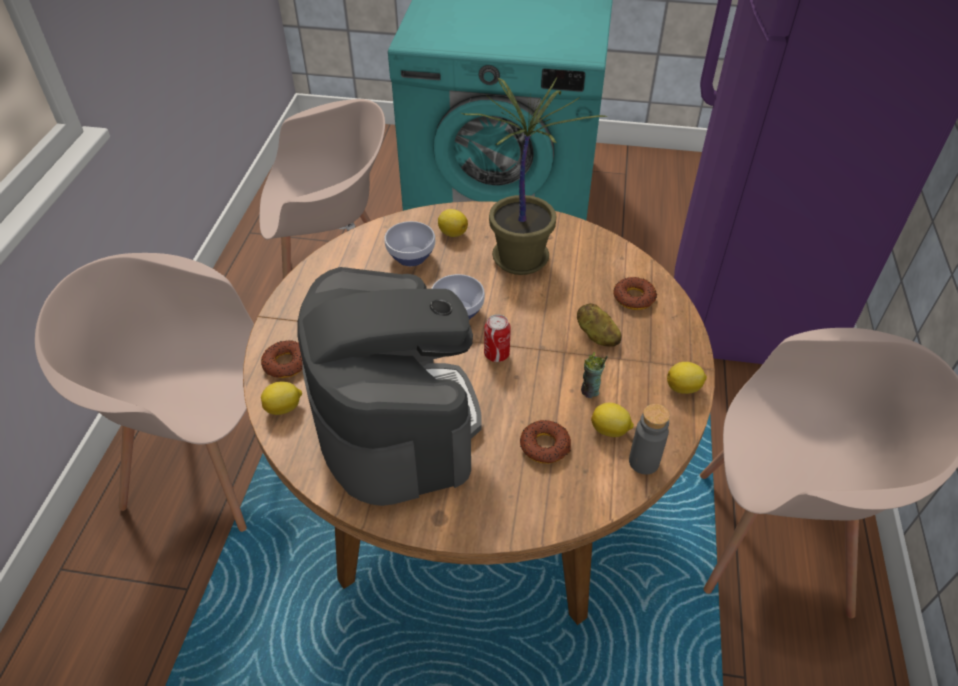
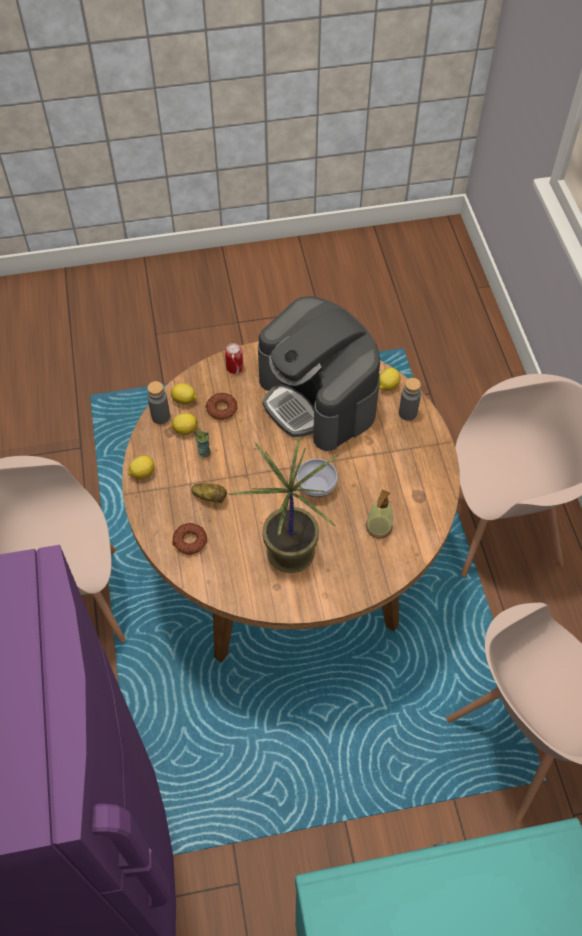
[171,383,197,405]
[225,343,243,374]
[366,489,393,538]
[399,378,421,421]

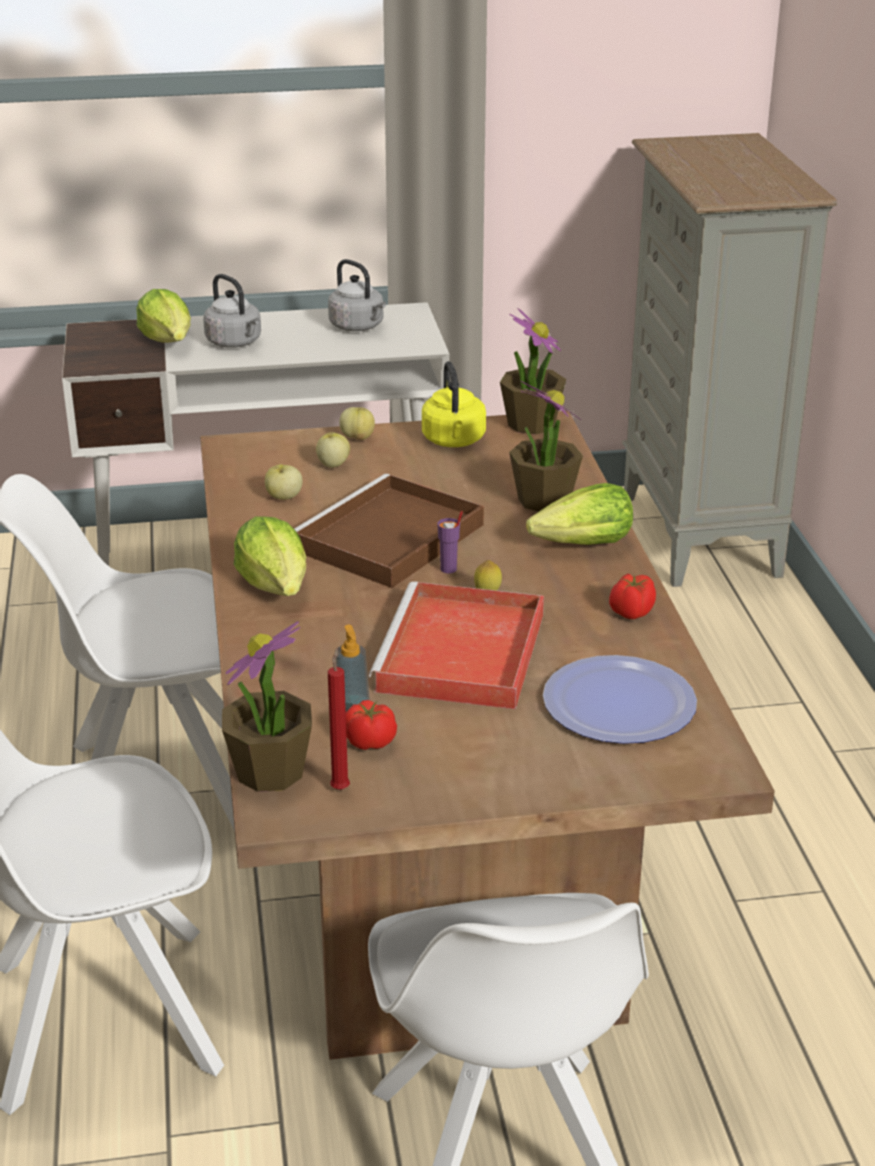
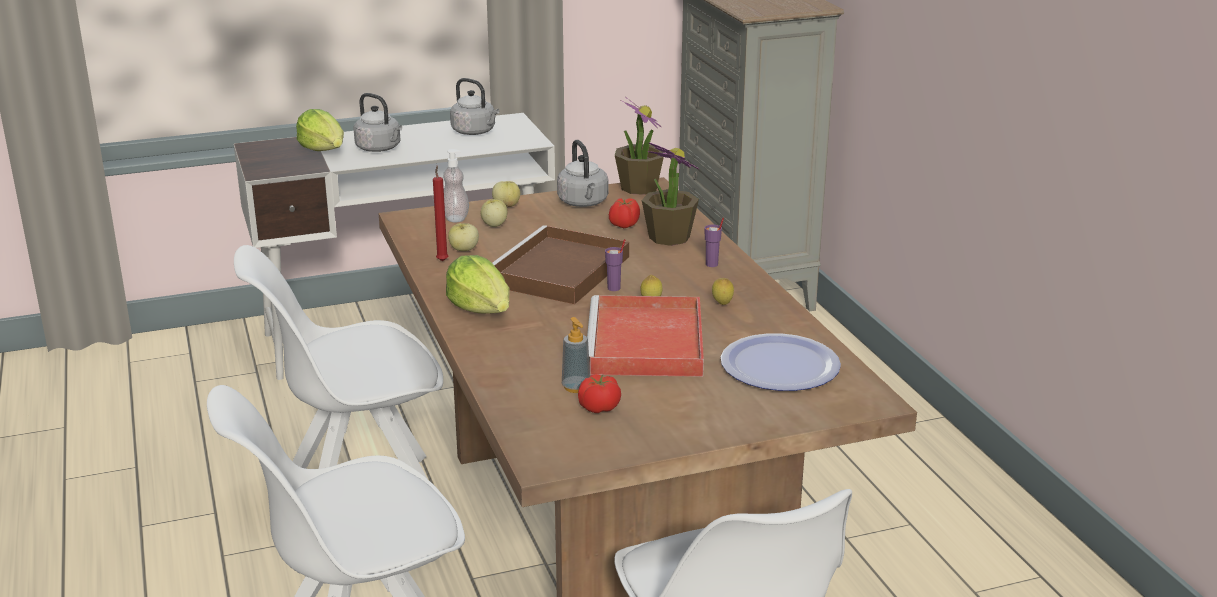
[433,166,449,261]
[443,149,469,222]
[557,140,608,207]
[609,198,640,228]
[705,218,724,267]
[712,278,734,305]
[222,621,312,792] (first image)

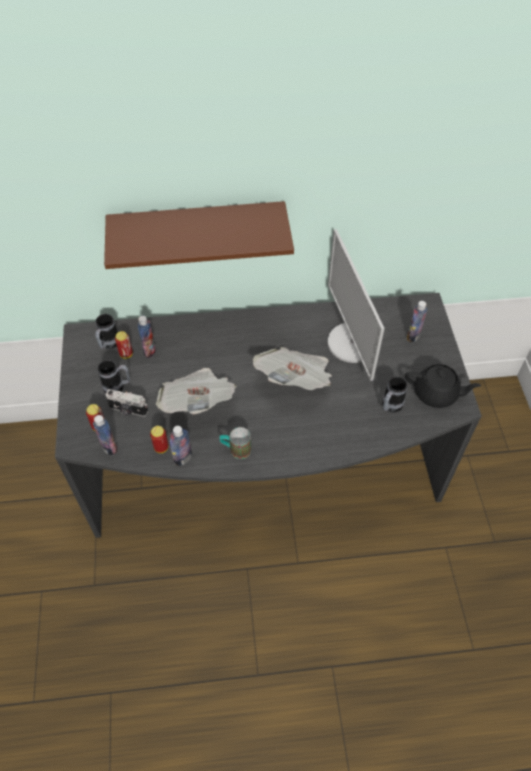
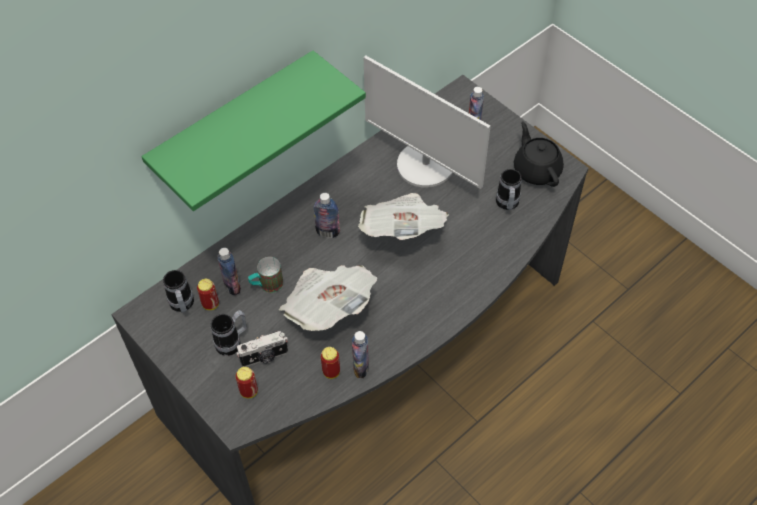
[141,50,366,211]
[248,257,283,293]
[313,193,340,238]
[514,122,564,187]

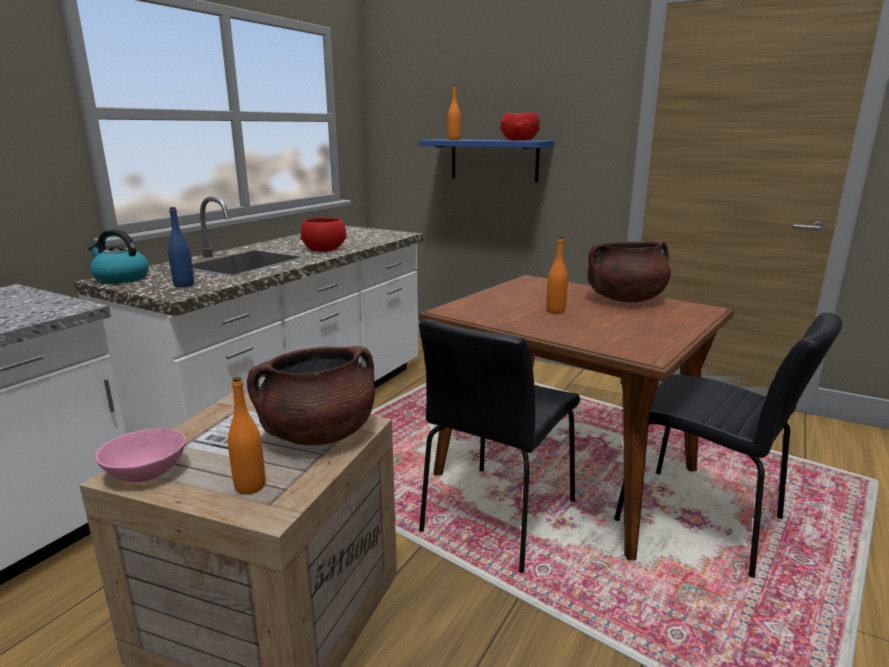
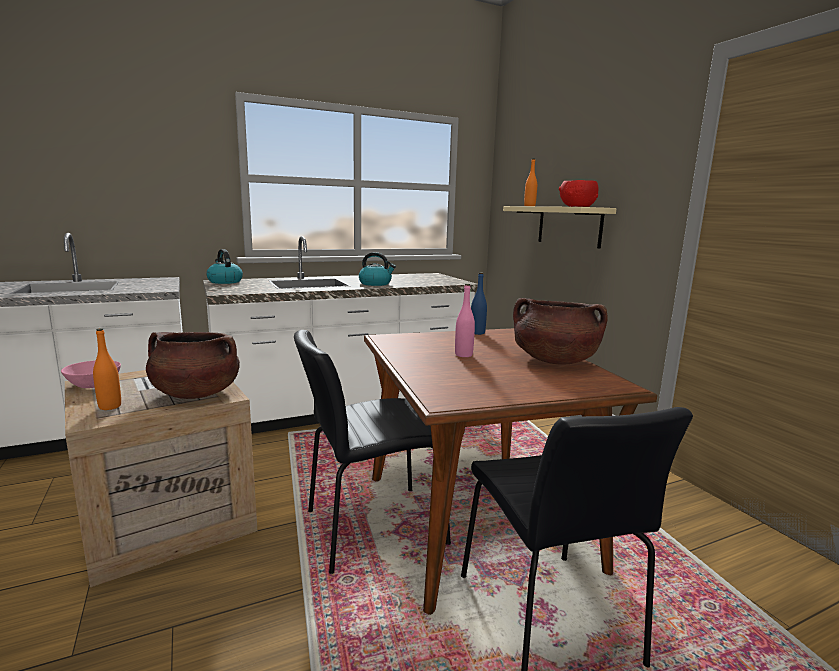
[359,252,396,286]
[455,284,475,357]
[471,272,487,335]
[503,206,617,248]

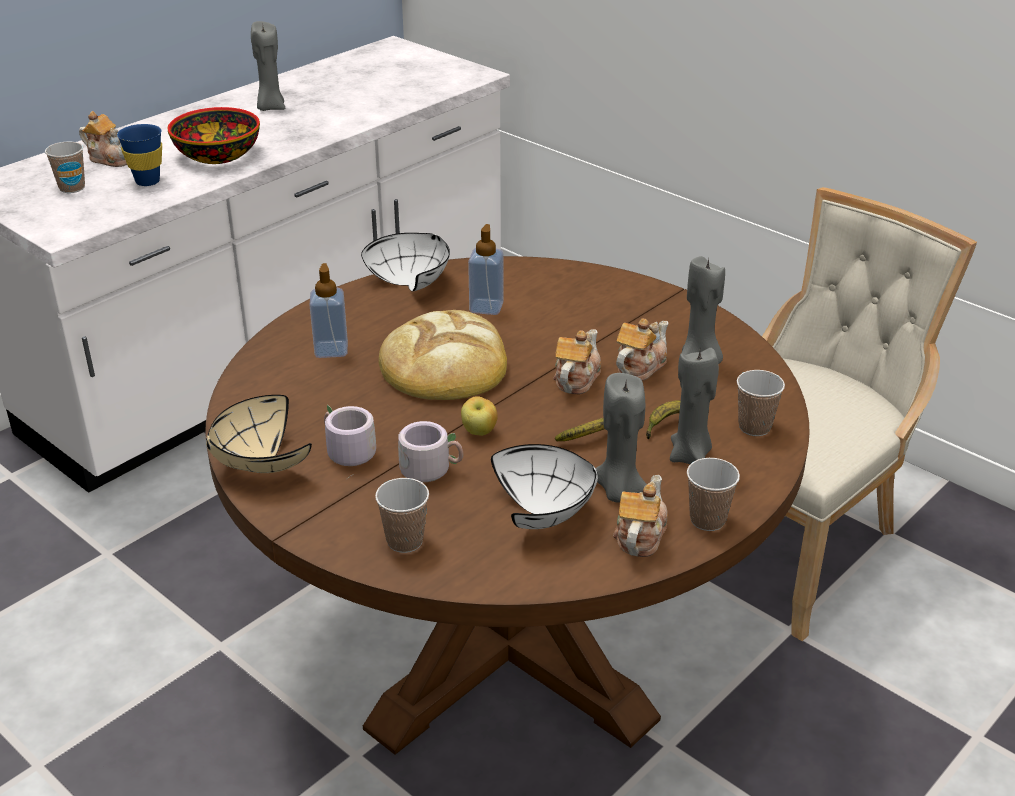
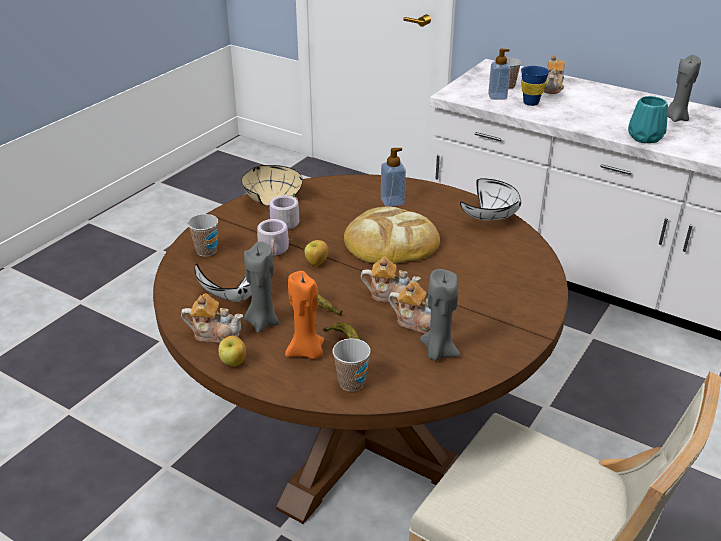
[219,336,246,366]
[285,271,324,359]
[488,49,510,100]
[628,96,668,143]
[167,107,260,164] (first image)

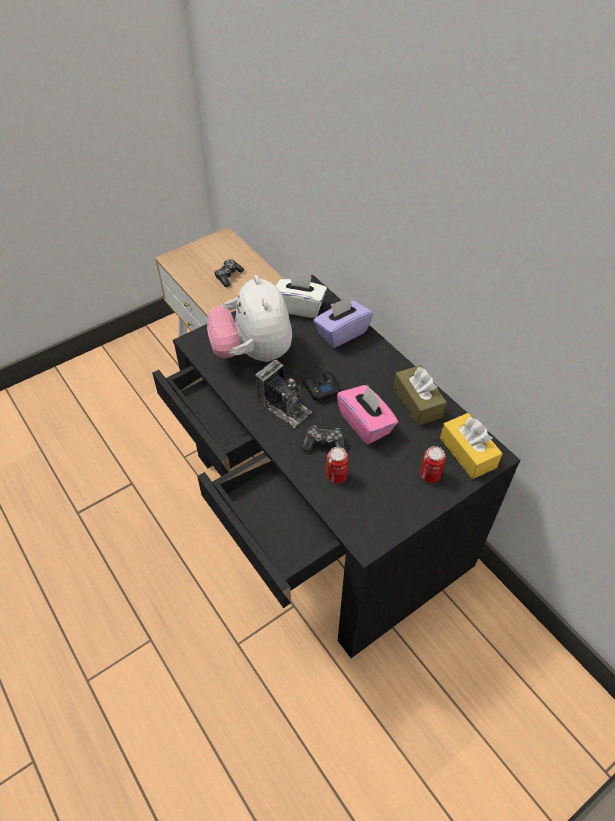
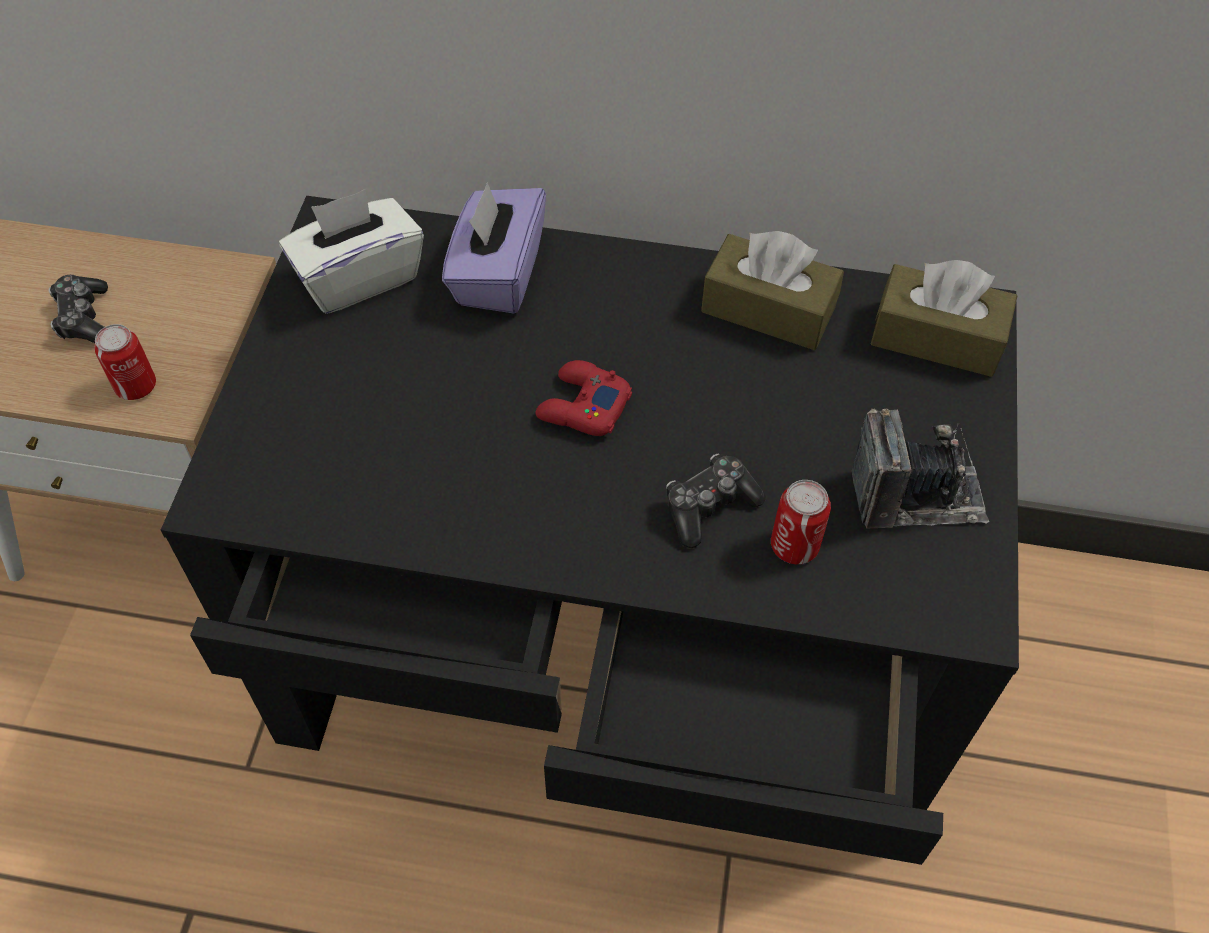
[94,324,156,400]
[535,360,632,436]
[852,408,989,529]
[871,260,1017,377]
[207,275,292,362] (first image)
[337,385,398,445] (first image)

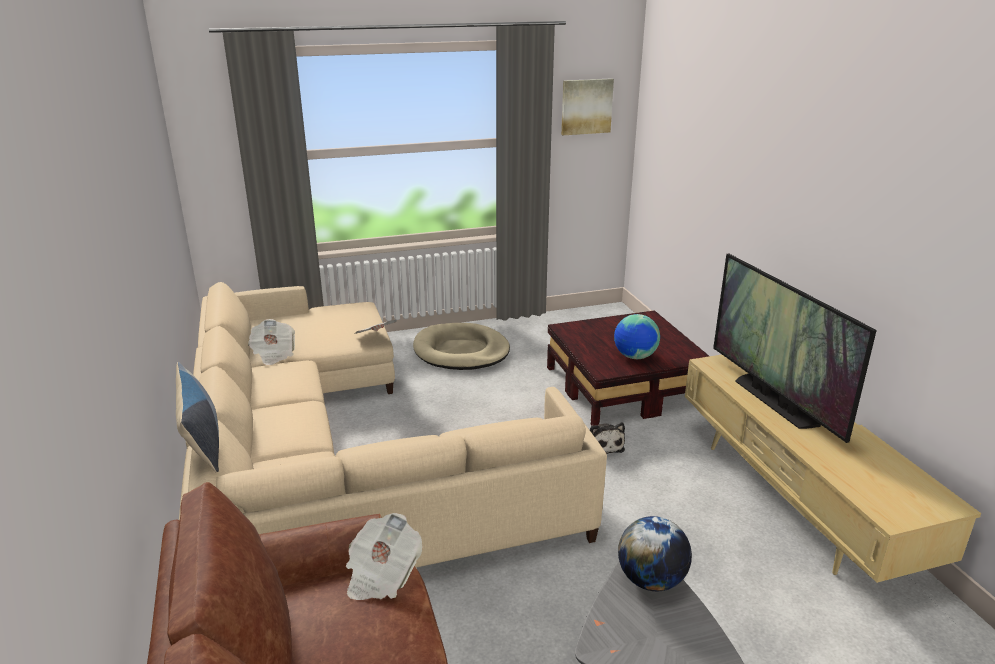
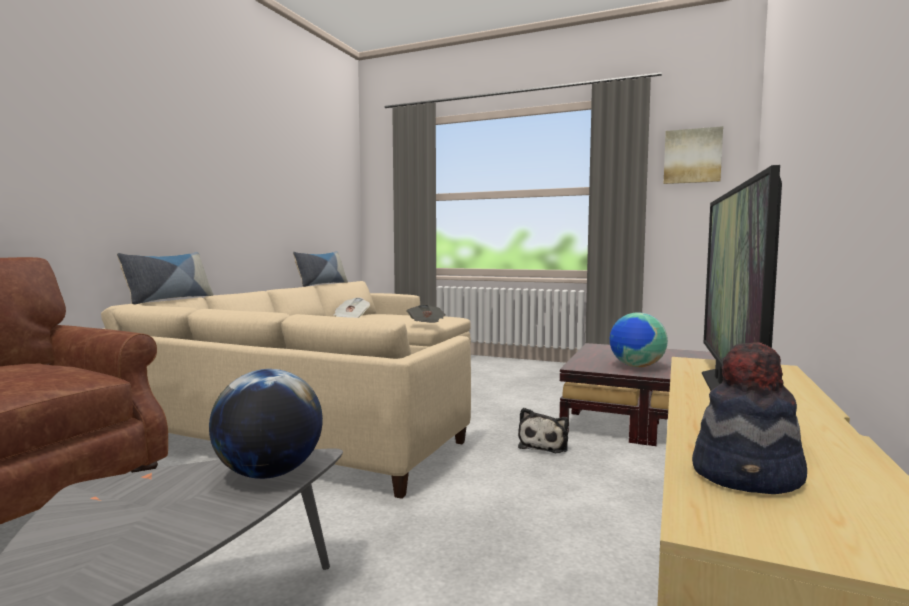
[293,251,348,287]
[692,342,807,494]
[346,513,423,600] (first image)
[413,323,510,370] (first image)

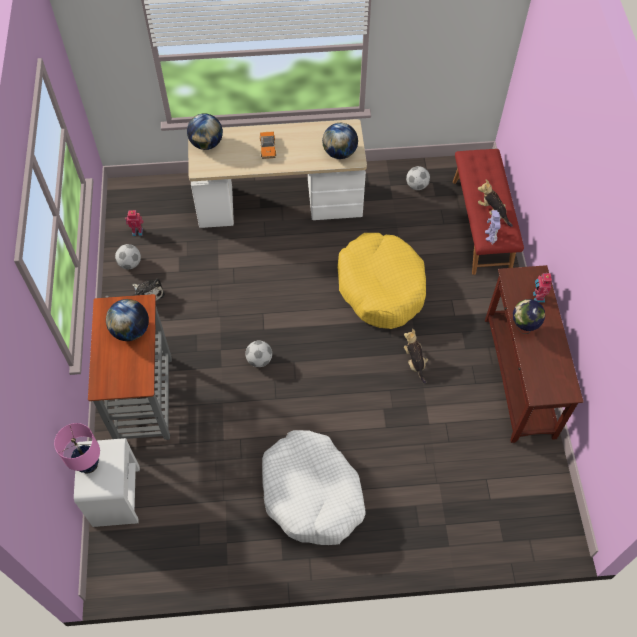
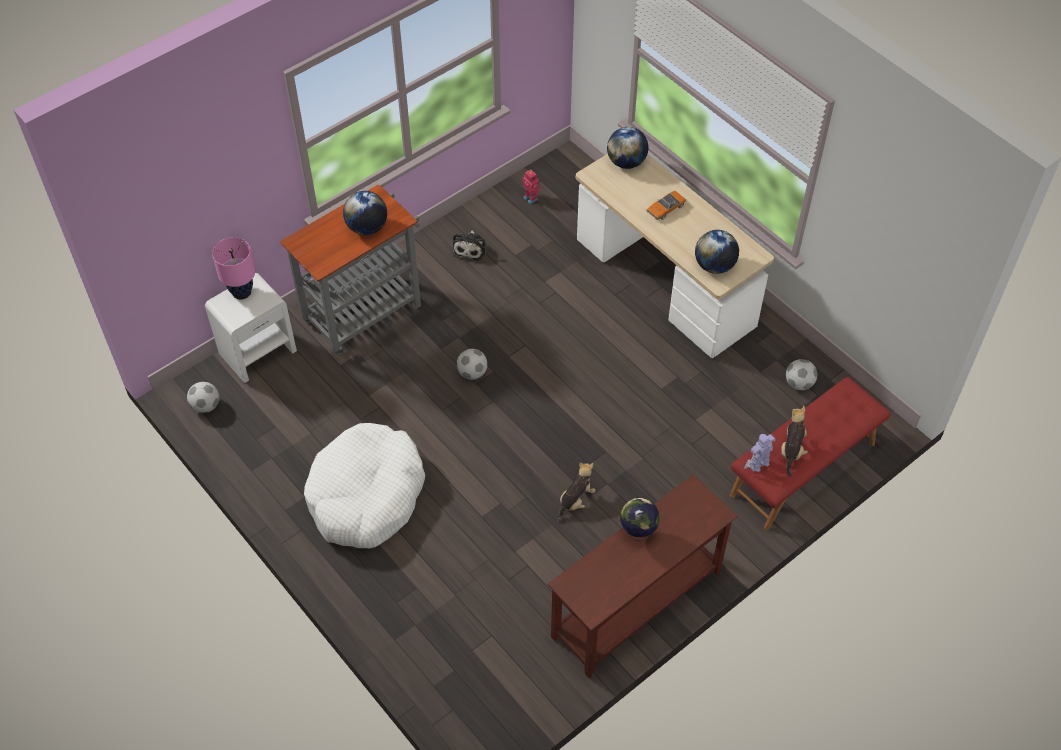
[187,382,219,413]
[337,233,426,329] (first image)
[533,273,552,303] (first image)

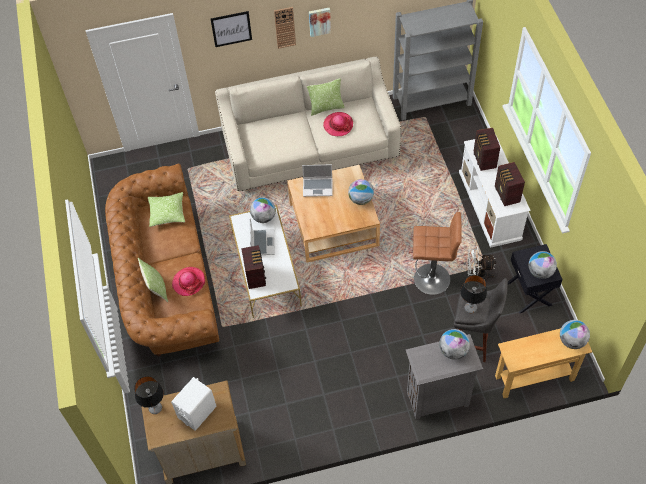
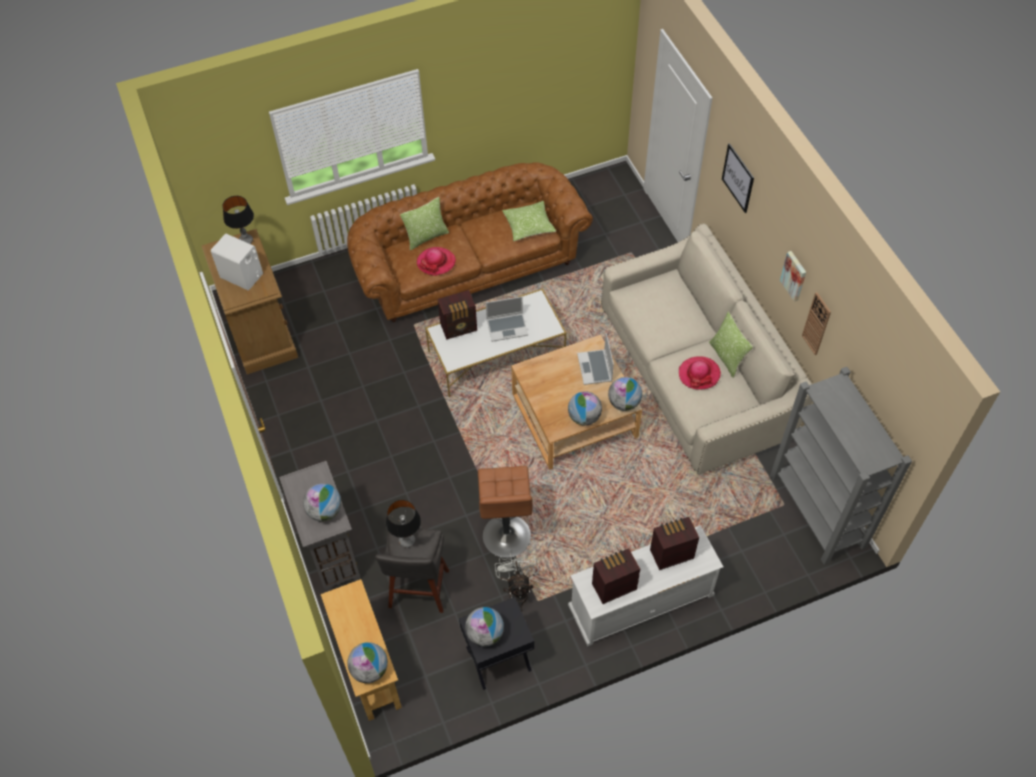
[608,377,642,411]
[802,292,831,355]

